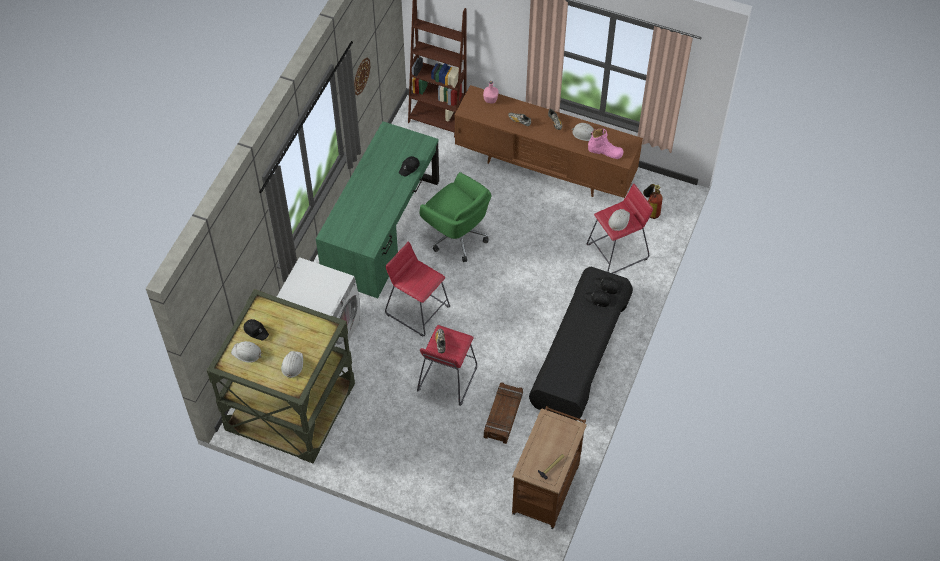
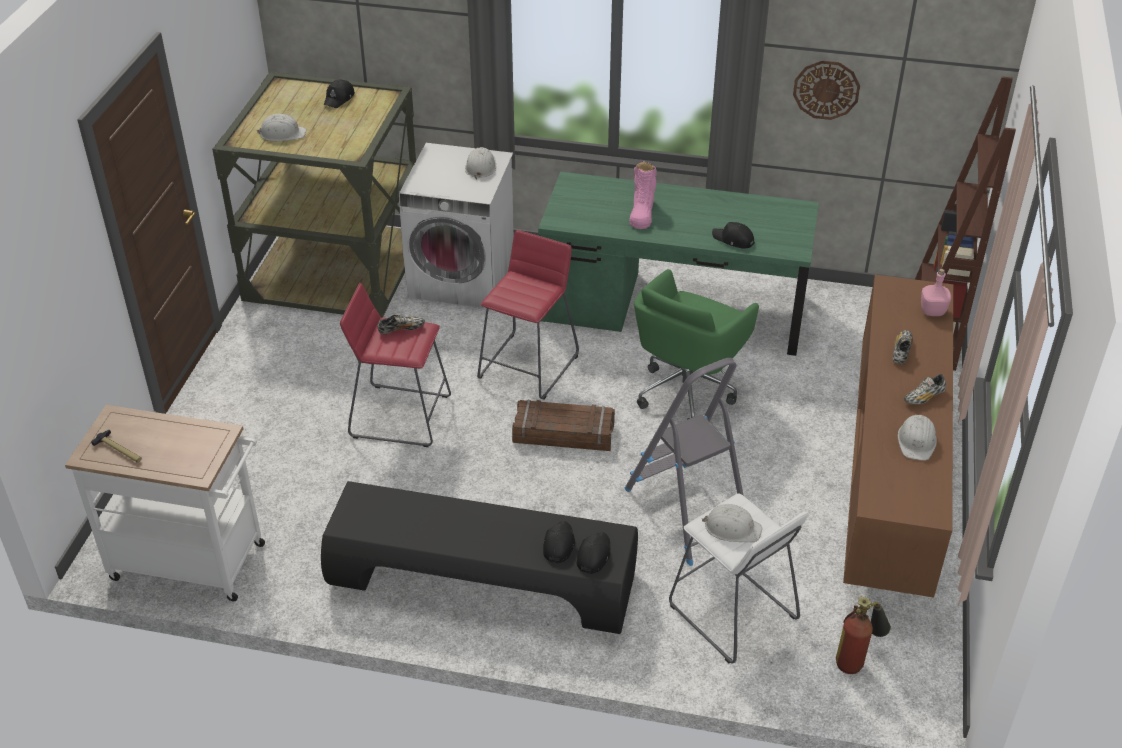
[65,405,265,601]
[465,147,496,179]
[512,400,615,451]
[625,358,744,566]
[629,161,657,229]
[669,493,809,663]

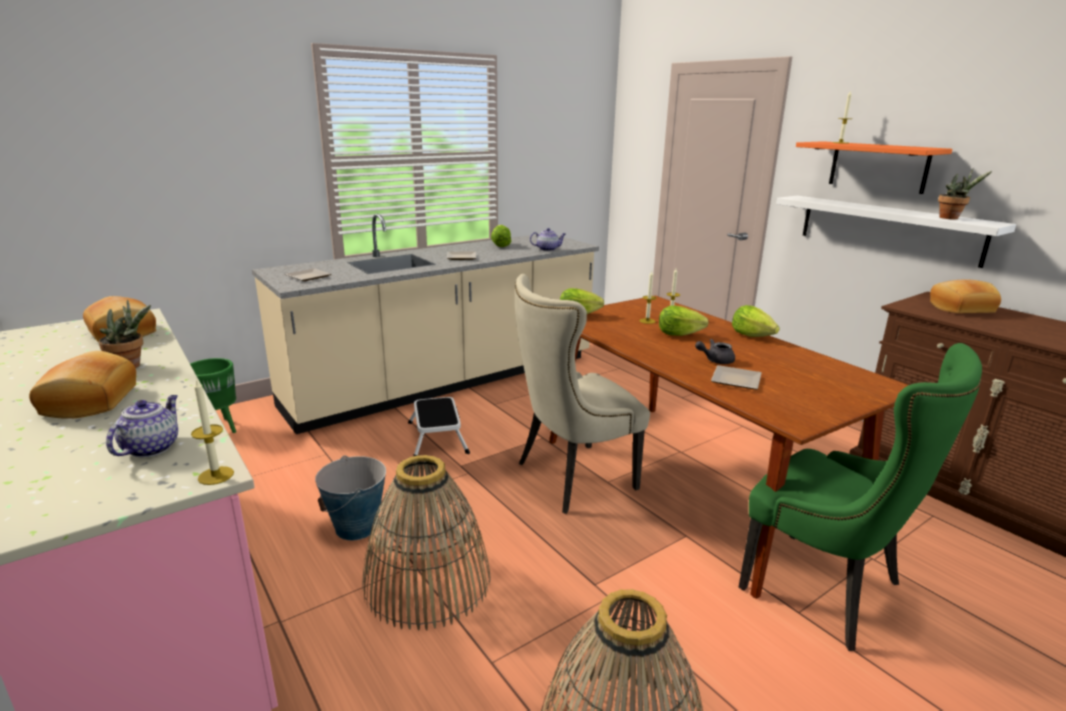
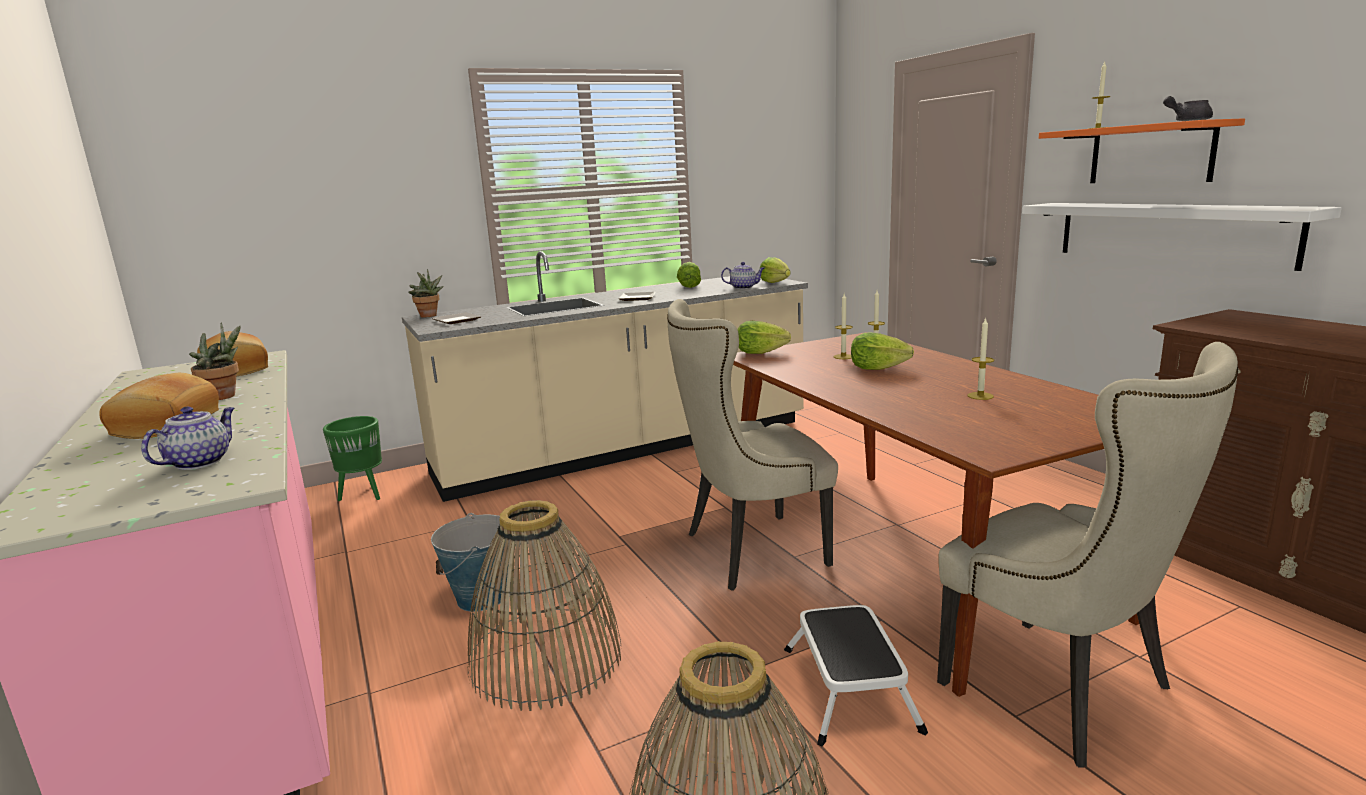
[409,269,444,318]
[760,257,791,283]
[784,605,928,746]
[937,342,1238,767]
[967,318,994,400]
[1163,96,1213,121]
[711,365,761,389] (first image)
[930,279,1001,313] (first image)

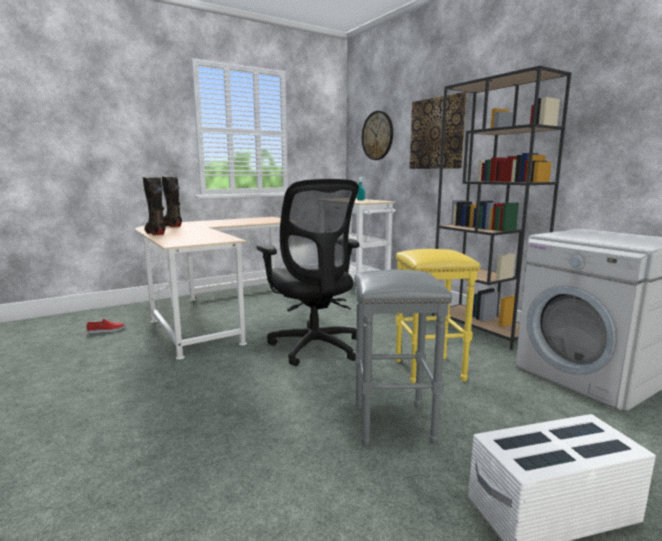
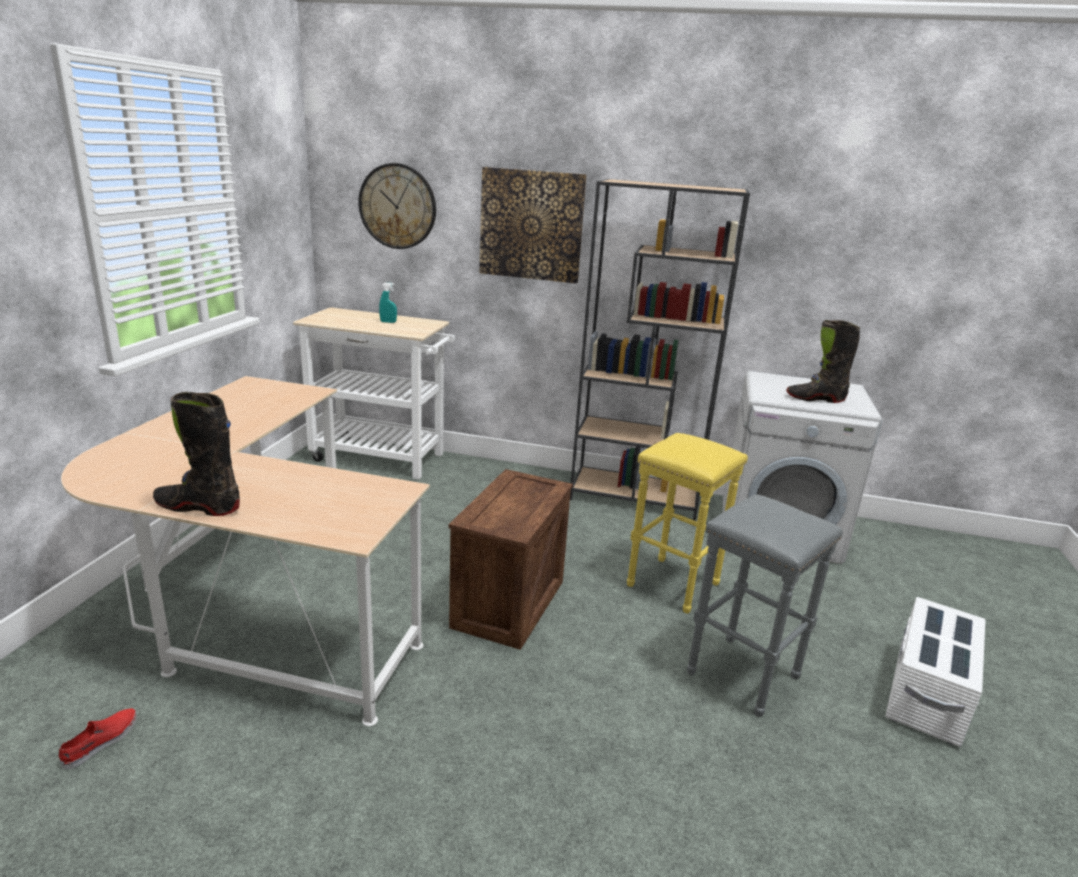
[449,469,573,650]
[786,320,860,403]

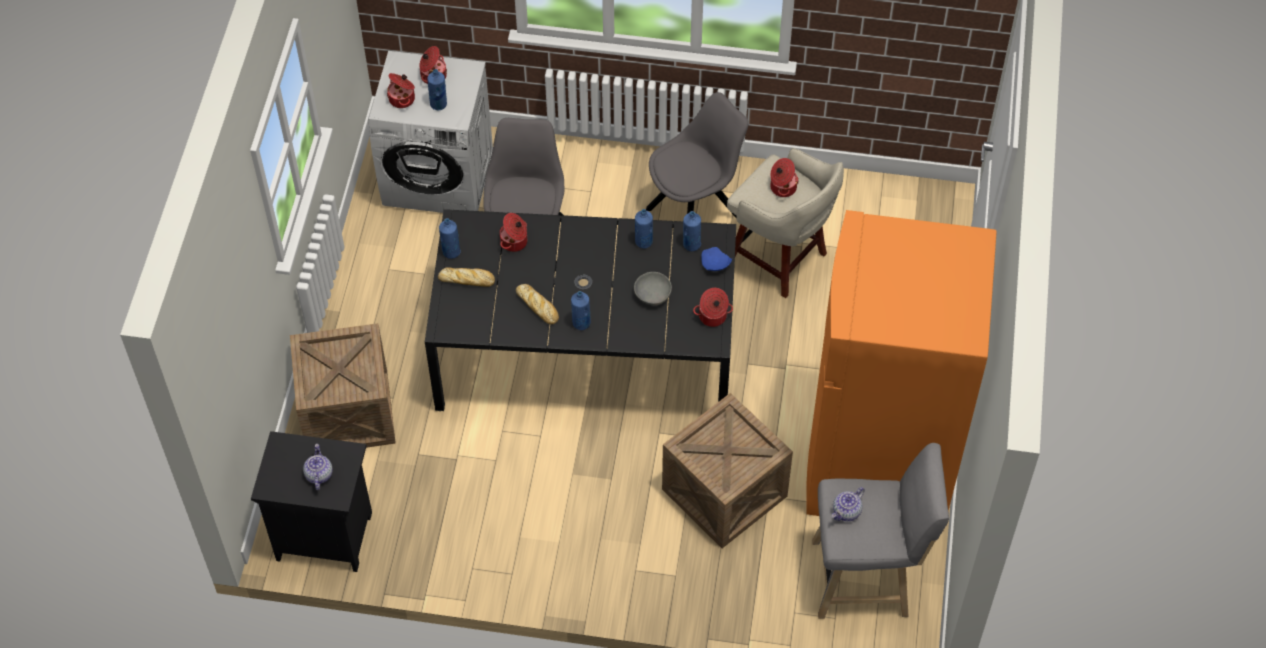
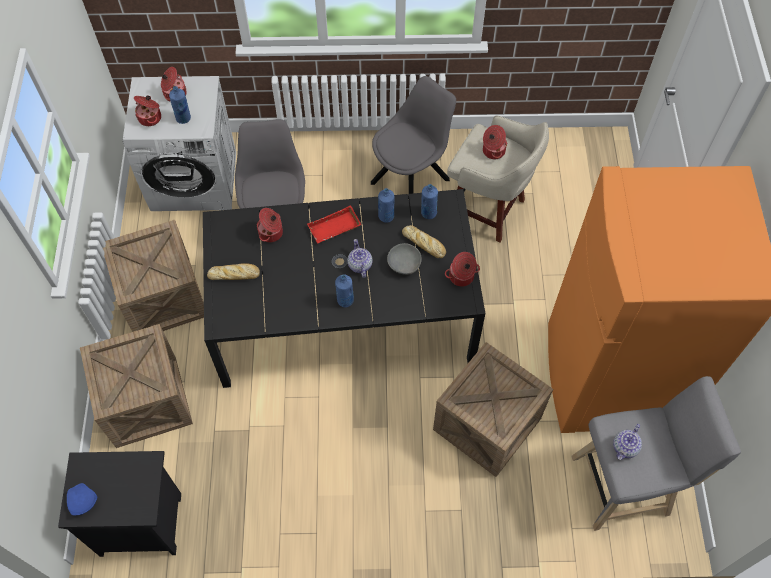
[67,483,97,515]
[103,220,204,332]
[307,205,362,244]
[348,239,372,278]
[402,225,446,258]
[439,218,461,259] (first image)

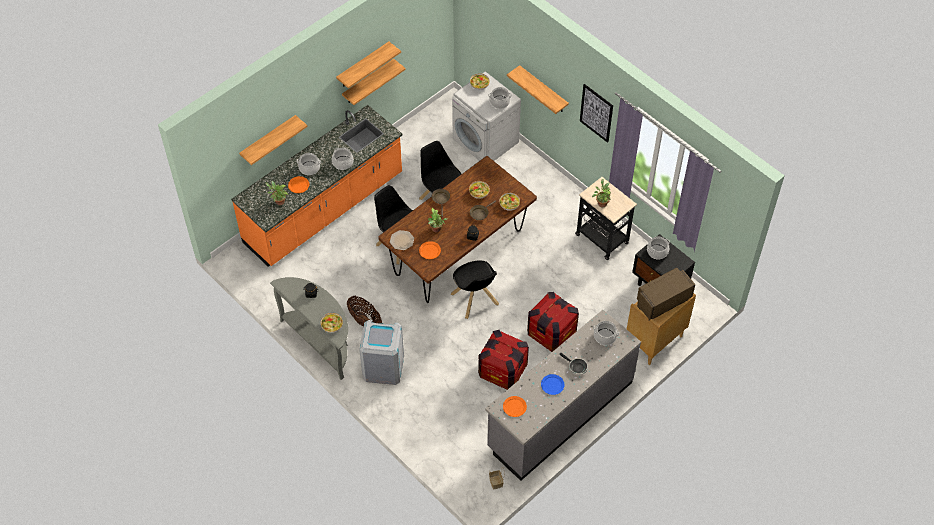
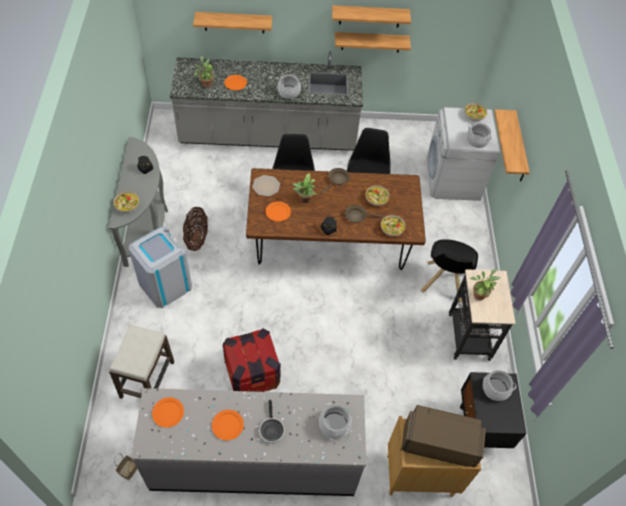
[109,325,174,399]
[170,51,363,151]
[212,410,244,440]
[421,239,478,302]
[297,153,321,175] (first image)
[527,292,579,352] (first image)
[580,84,613,143] (first image)

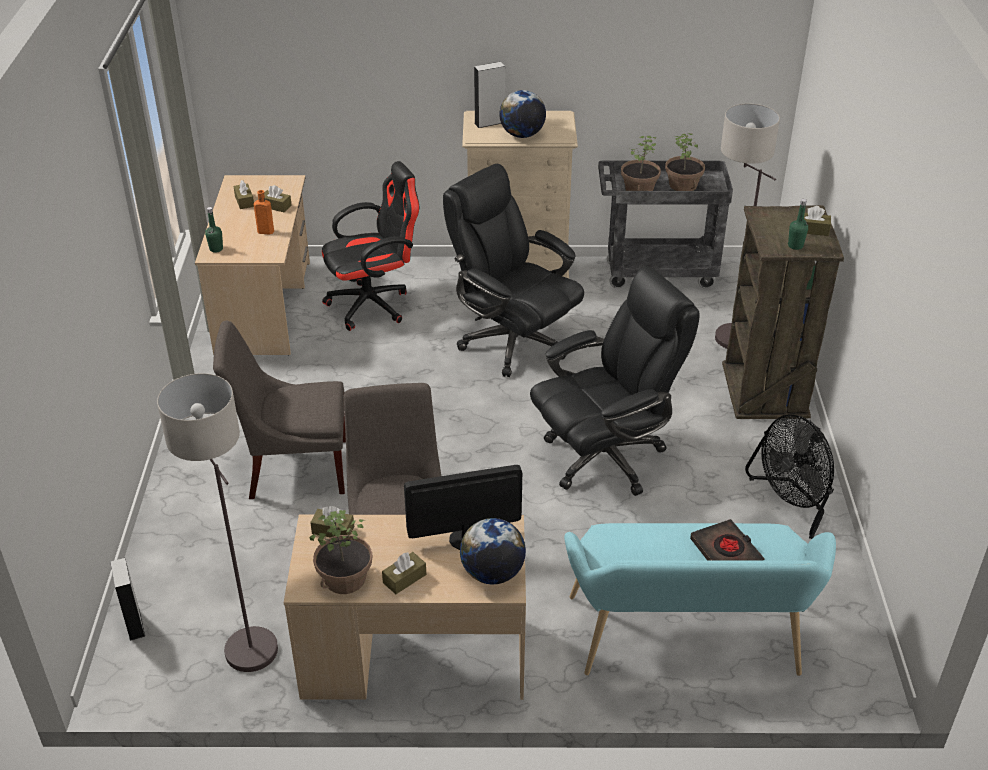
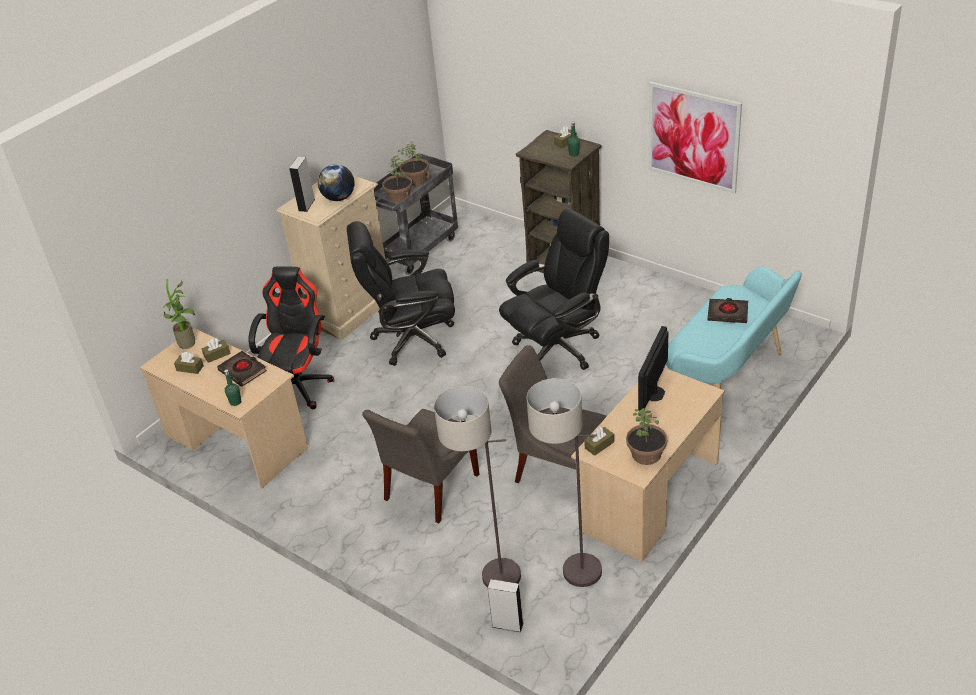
[163,279,195,349]
[217,351,267,387]
[434,386,521,588]
[499,208,609,370]
[648,82,742,194]
[382,552,426,594] (first image)
[460,518,526,584] (first image)
[745,414,834,539] (first image)

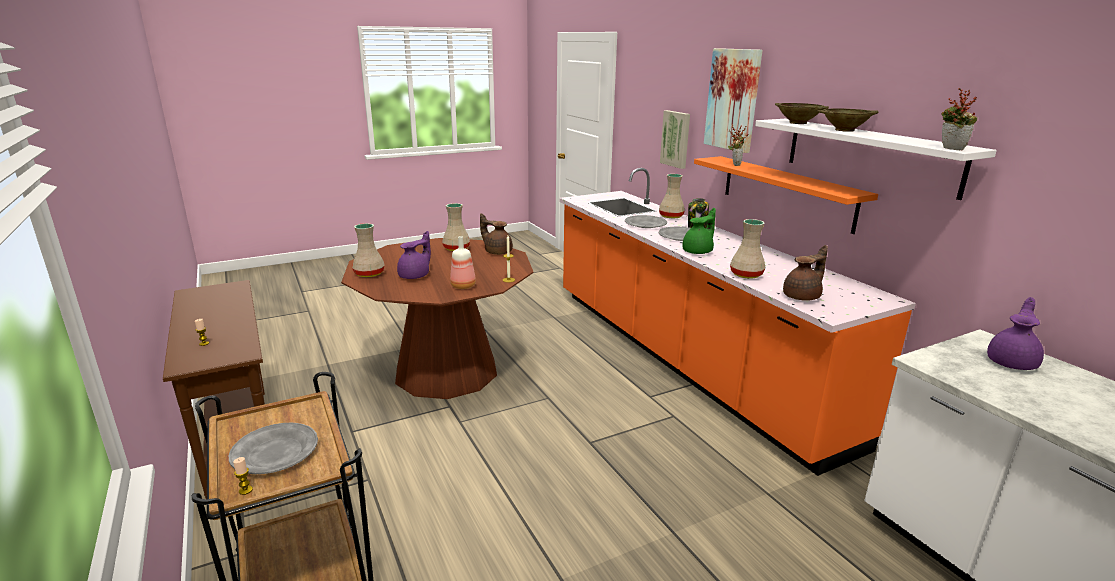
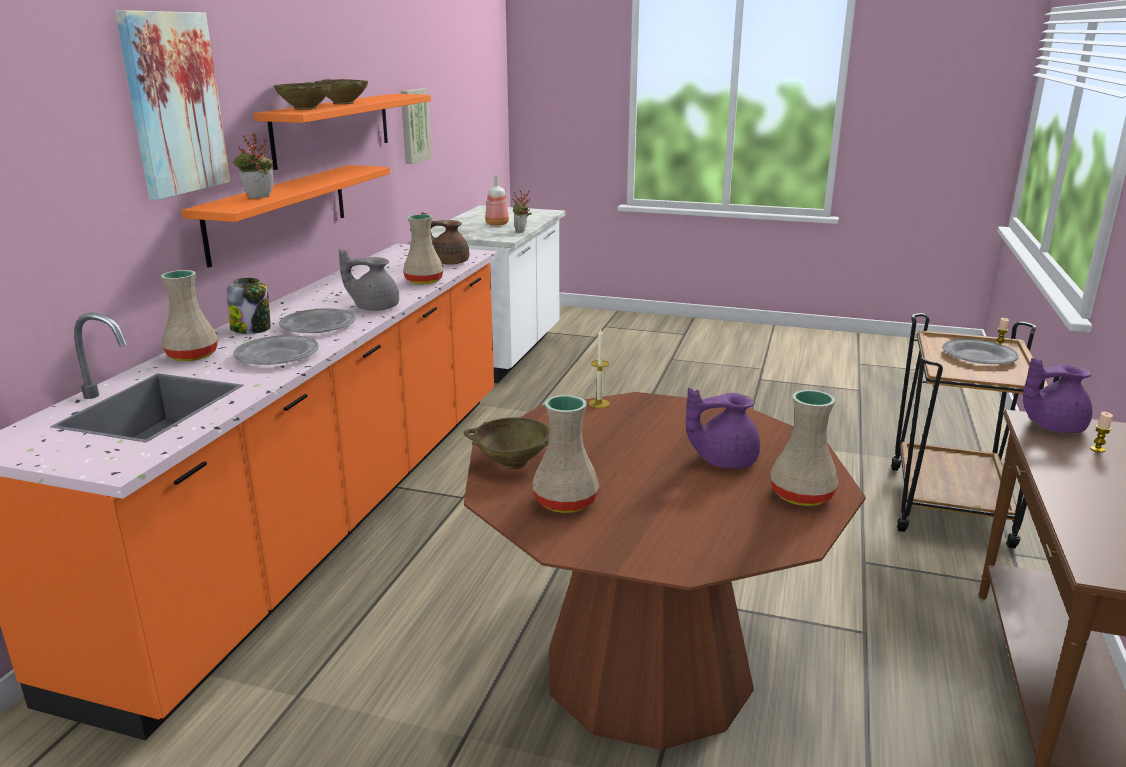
[253,94,431,170]
[339,249,399,311]
[401,88,432,164]
[464,417,550,469]
[485,175,509,226]
[512,190,532,233]
[1023,358,1092,433]

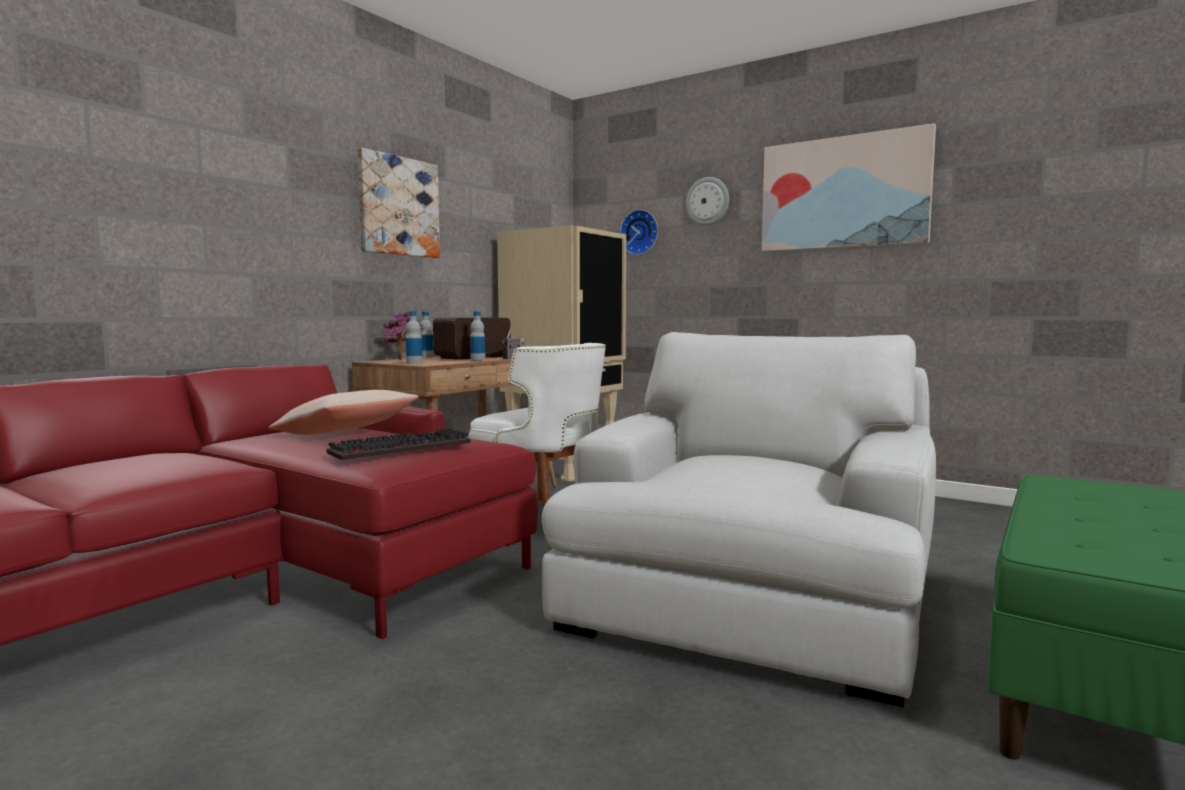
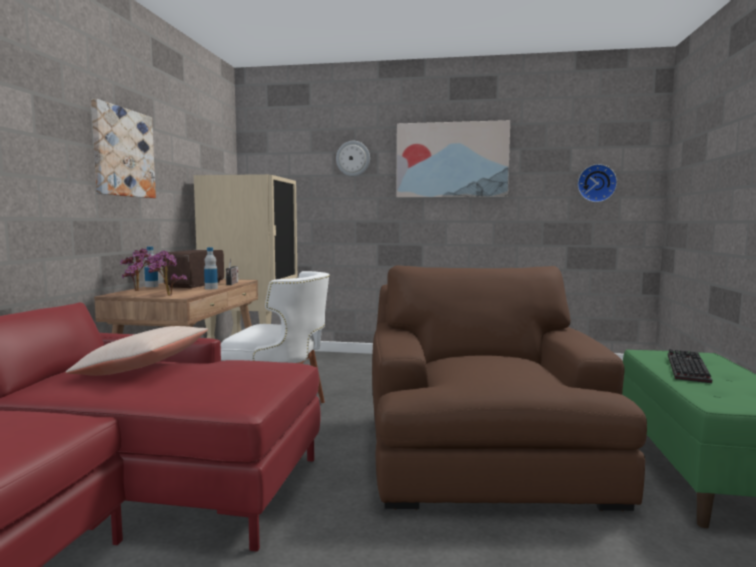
[148,251,187,296]
[372,265,647,511]
[577,164,617,202]
[668,349,712,383]

